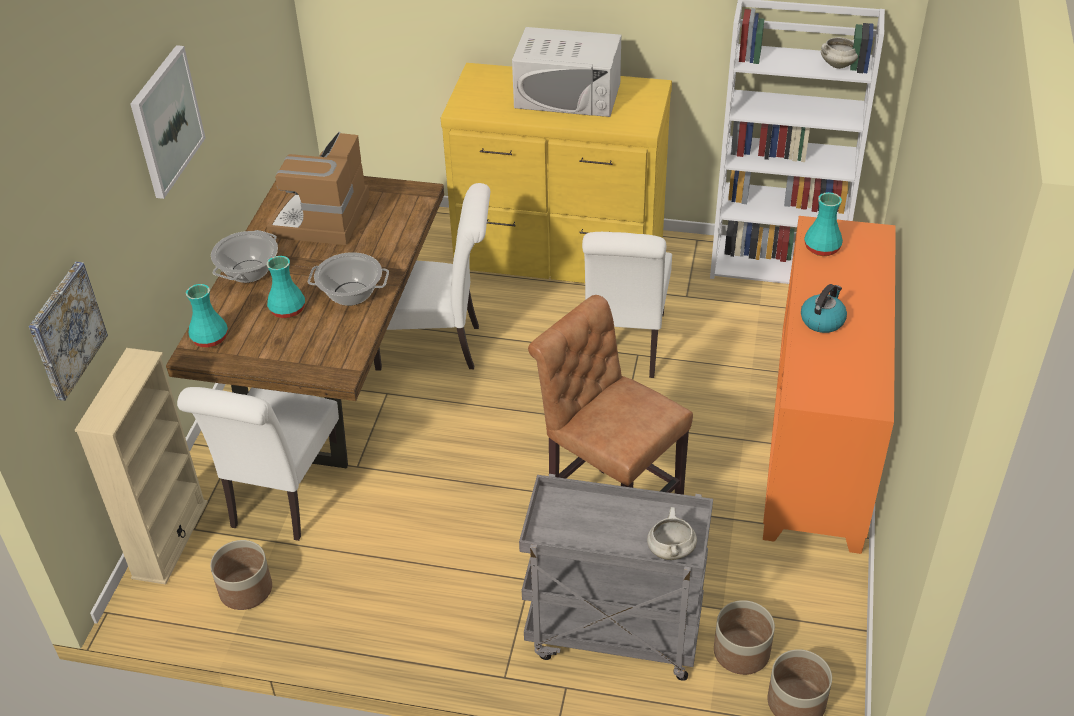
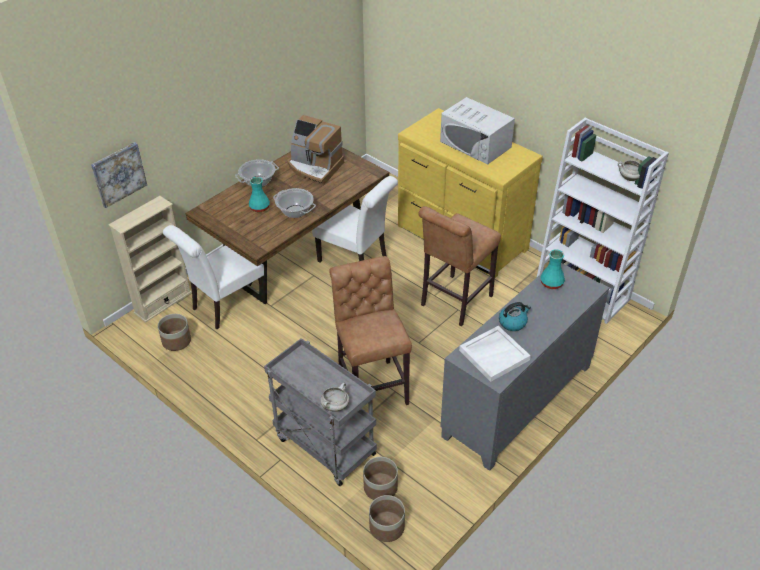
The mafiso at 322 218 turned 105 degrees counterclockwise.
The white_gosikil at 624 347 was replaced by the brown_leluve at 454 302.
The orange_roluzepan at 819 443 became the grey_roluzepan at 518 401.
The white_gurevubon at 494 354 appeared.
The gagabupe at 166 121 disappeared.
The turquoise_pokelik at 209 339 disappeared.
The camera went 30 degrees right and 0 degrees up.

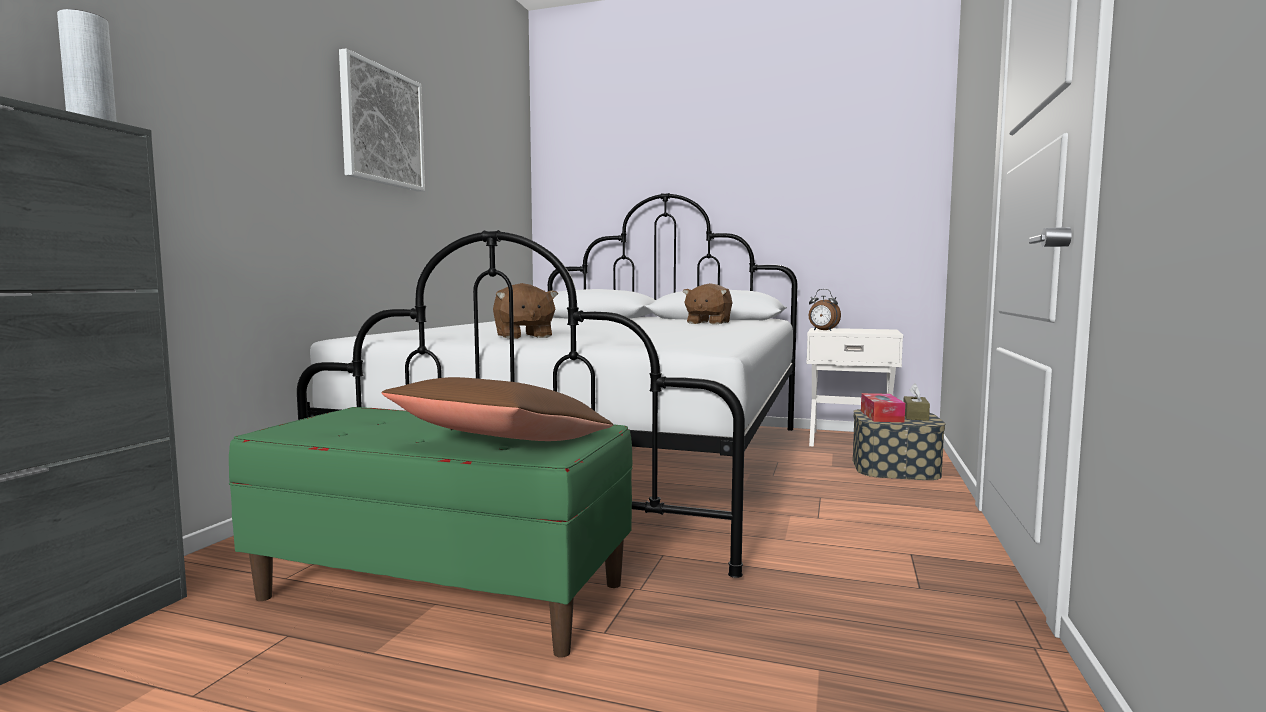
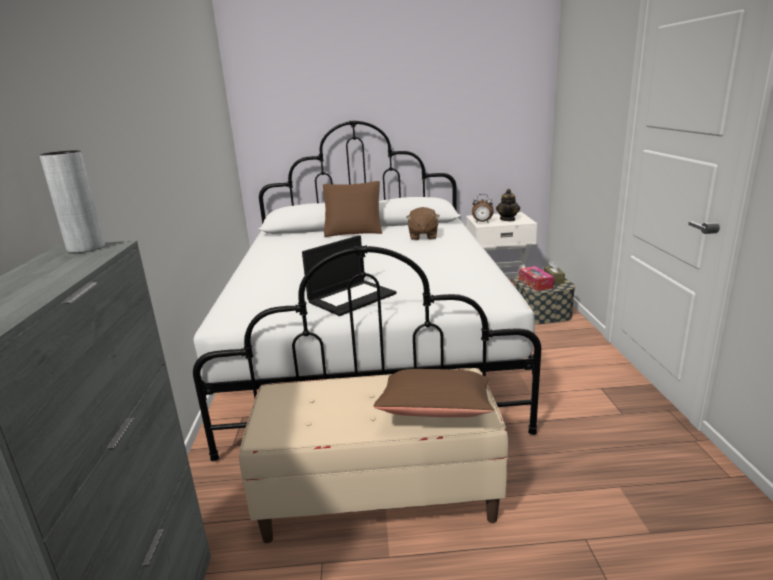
The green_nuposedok at 444 590 became the beige_nuposedok at 379 495.
The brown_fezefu at 523 336 was replaced by the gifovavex at 352 297.
The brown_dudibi at 354 231 appeared.
The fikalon at 507 219 appeared.
The gagabupe at 382 126 disappeared.
The camera went 20 degrees left and 15 degrees up.

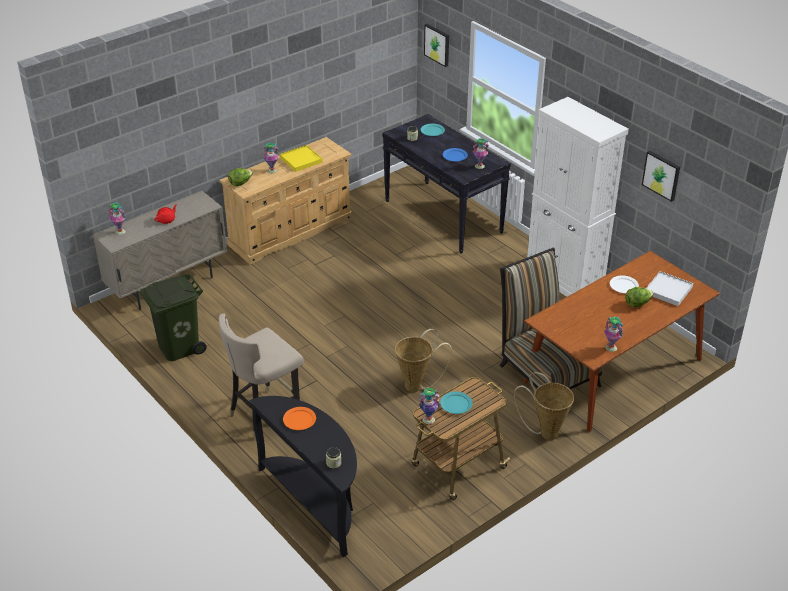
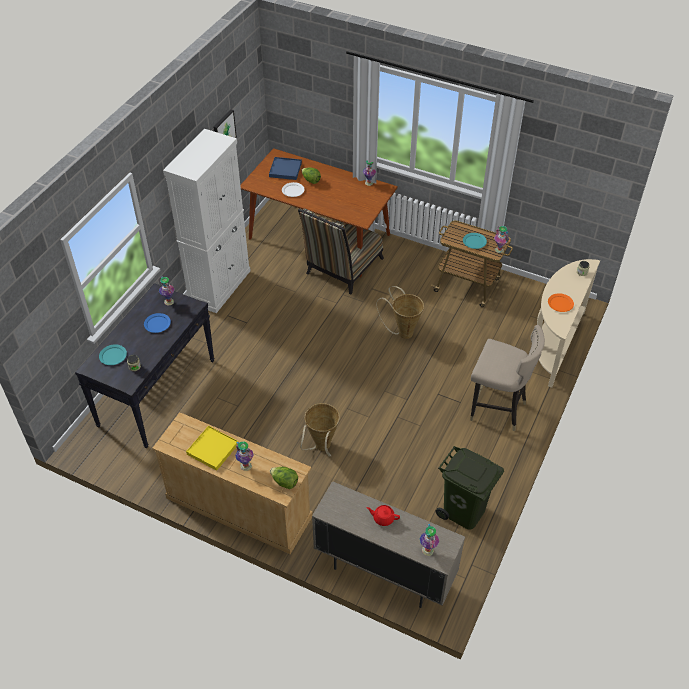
The white_gurevubon at 668 290 became the blue_gurevubon at 285 170.
The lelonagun moved from 545 432 to 321 448.
The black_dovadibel at 315 502 became the beige_dovadibel at 554 344.
The gagabupe at 437 44 disappeared.
The camera went 115 degrees left and 10 degrees up.

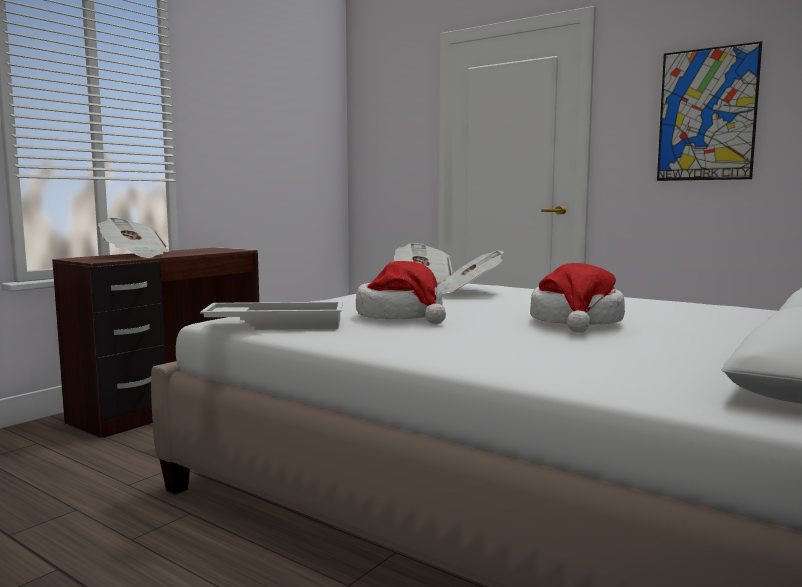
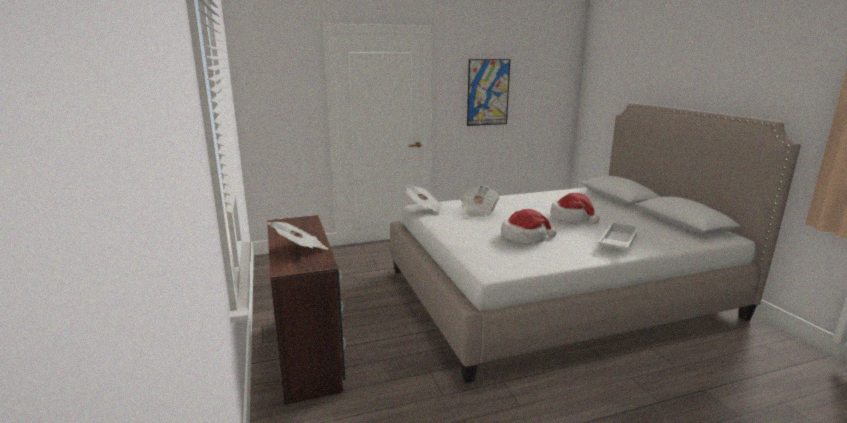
The white_gurevubon moved from 277 324 to 617 242.
The camera went 55 degrees left and 10 degrees up.

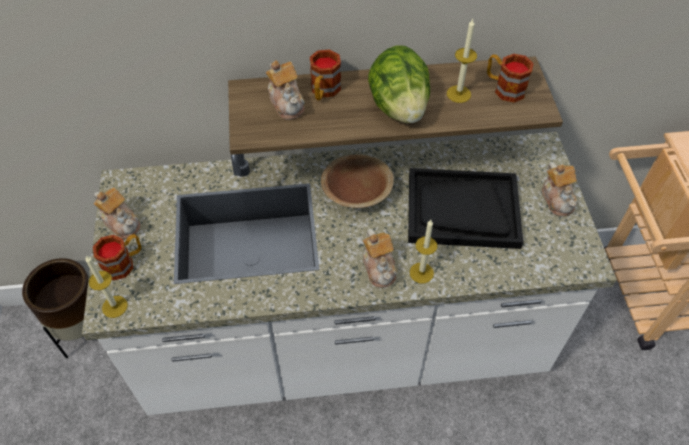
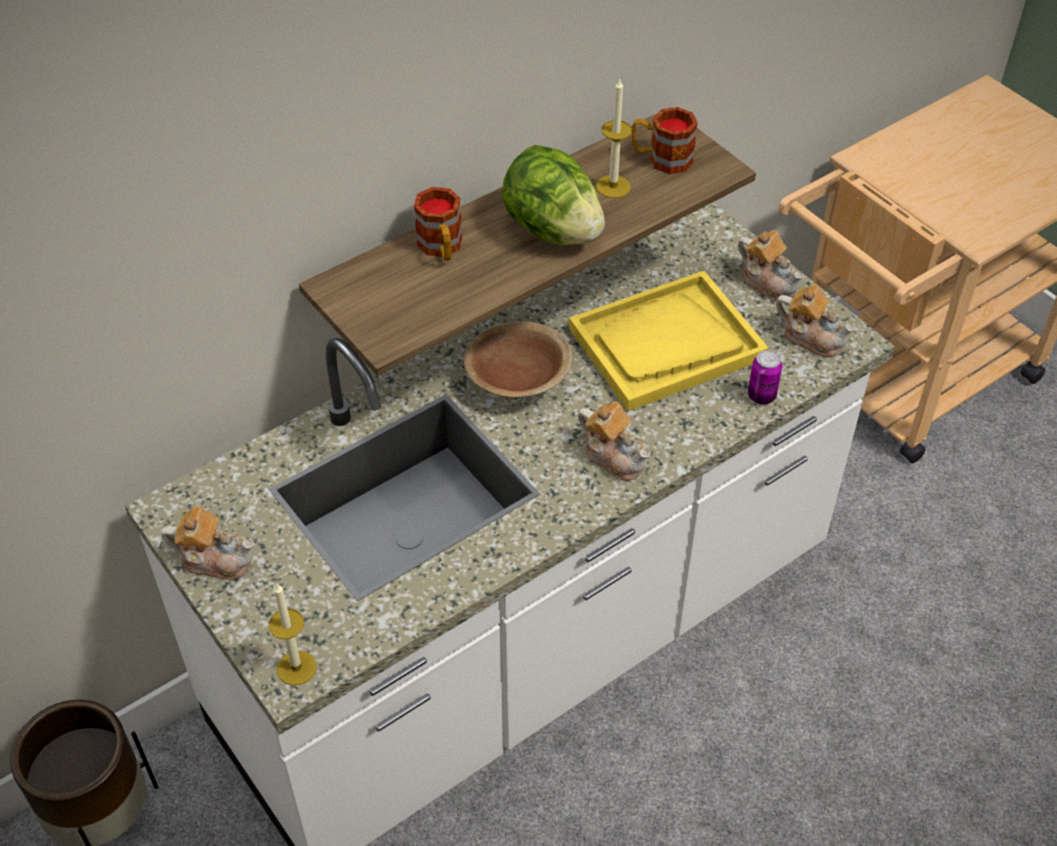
The black_gurevubon at 462 210 became the yellow_gurevubon at 666 344.
The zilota at 761 396 appeared.
The fikalon moved from 287 102 to 812 337.
The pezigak at 124 263 disappeared.
The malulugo at 421 273 disappeared.
The camera went 30 degrees left and 5 degrees down.

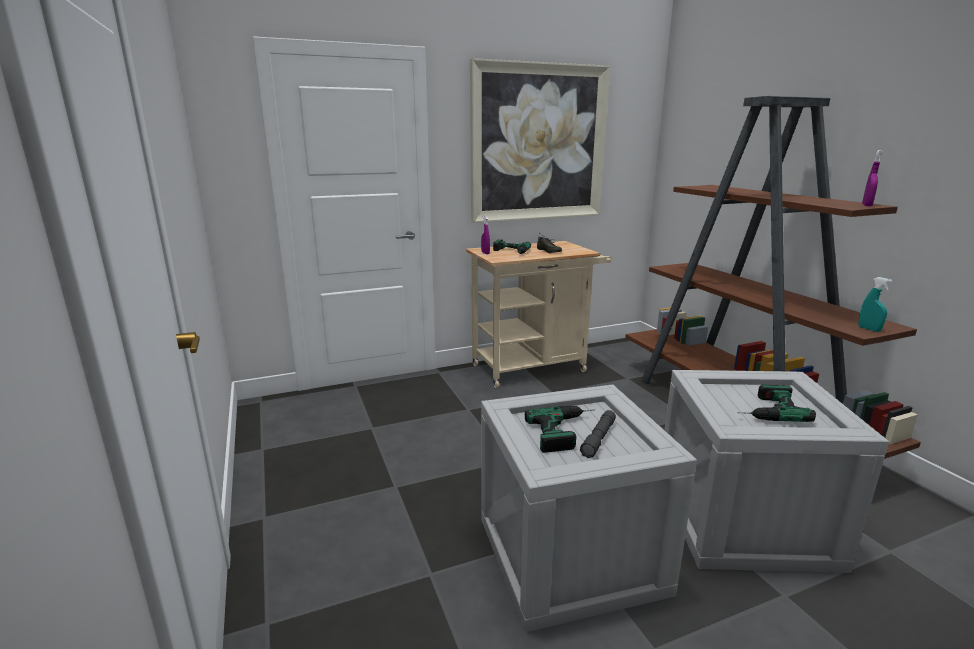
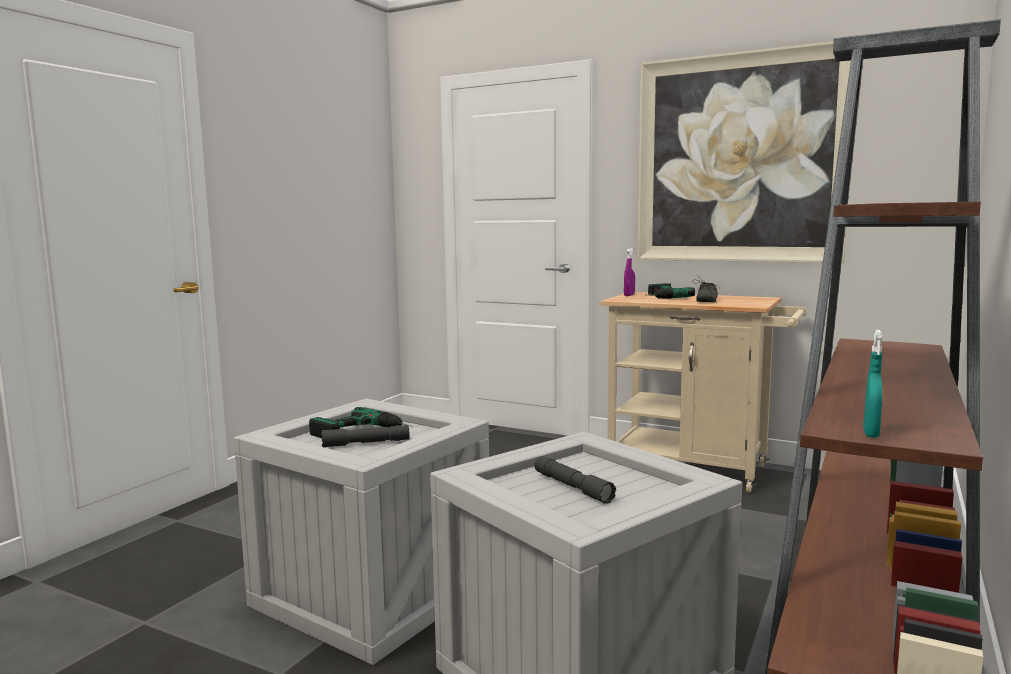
The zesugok at 765 409 was replaced by the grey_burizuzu at 572 487.
The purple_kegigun at 867 205 disappeared.
The camera went 50 degrees right and 10 degrees down.

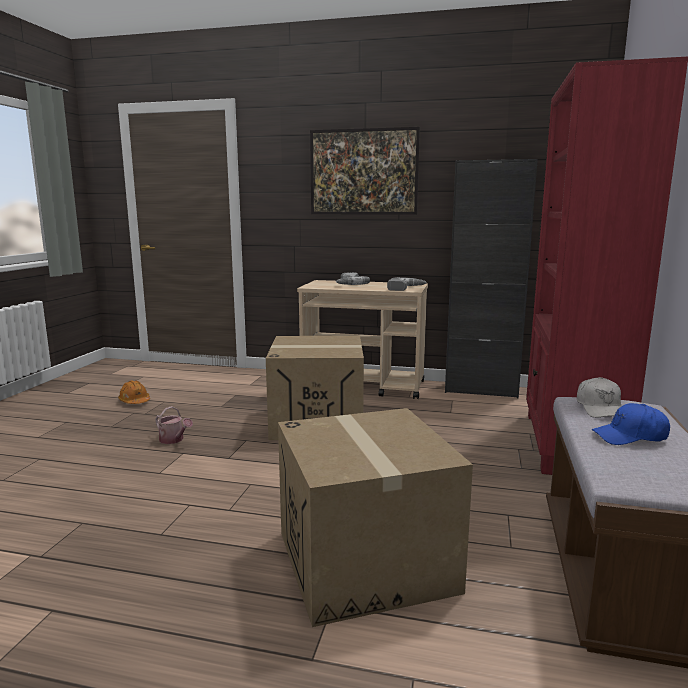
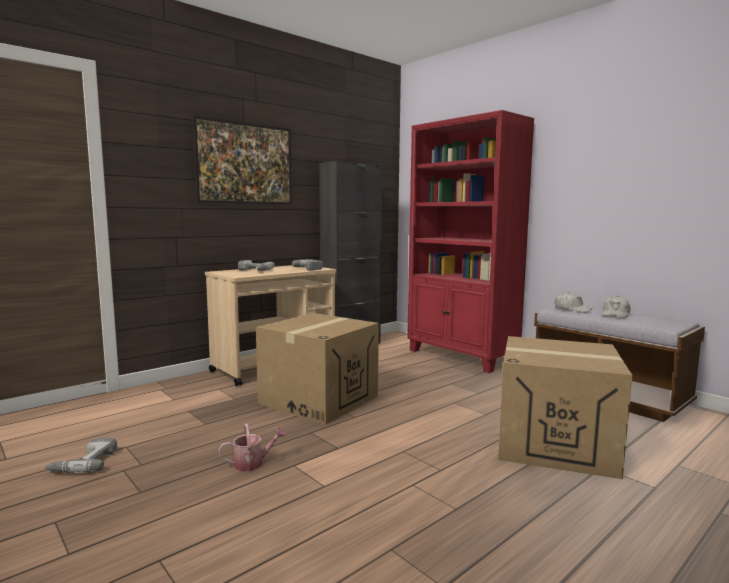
The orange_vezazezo at 134 401 was replaced by the zesugok at 84 463.
The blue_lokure at 630 437 became the white_lokure at 615 314.
The camera went 55 degrees left and 5 degrees down.

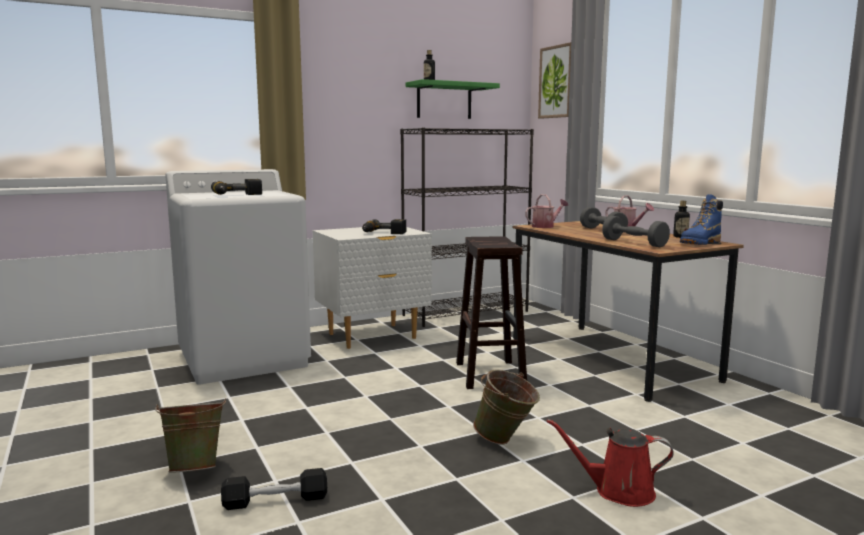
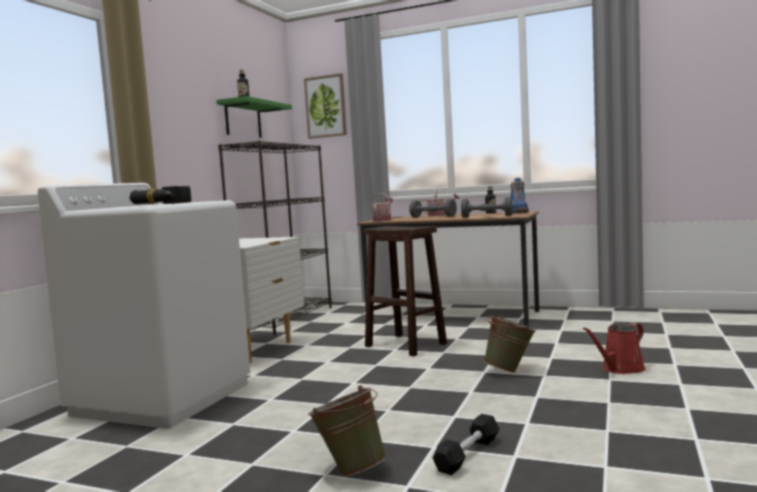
The zesugok at 383 233 disappeared.
The camera went 40 degrees left and 5 degrees down.

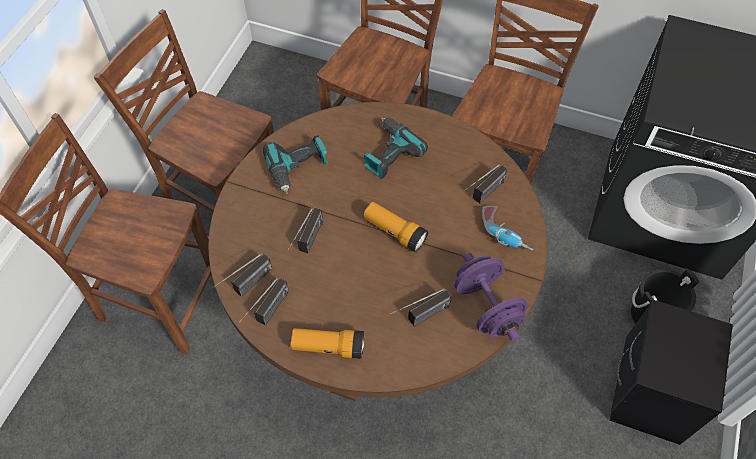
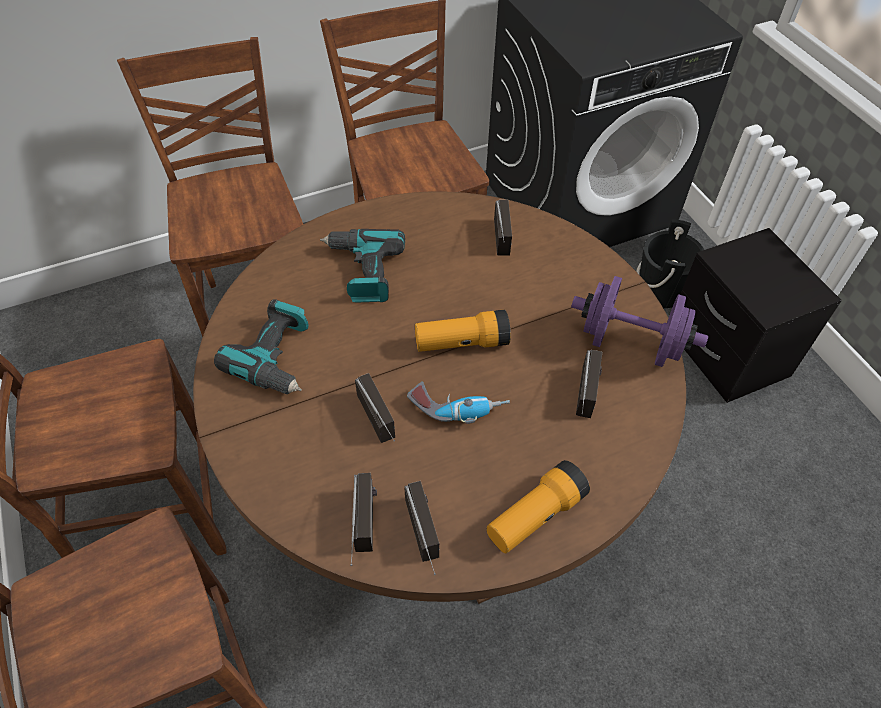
The zesugok moved from 505 233 to 458 407.
The camera went 45 degrees left and 5 degrees down.

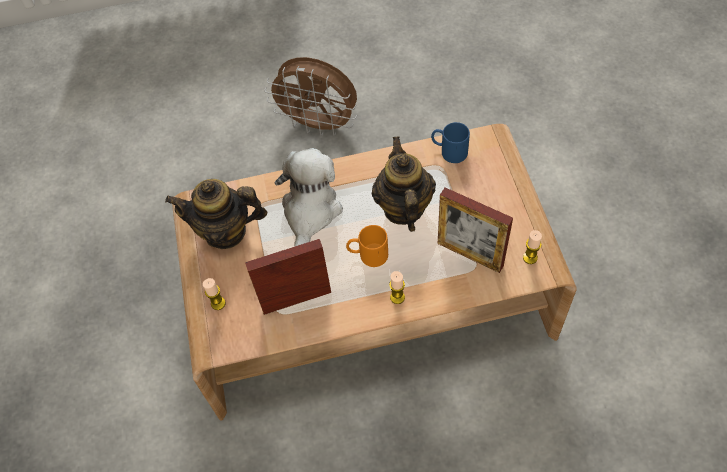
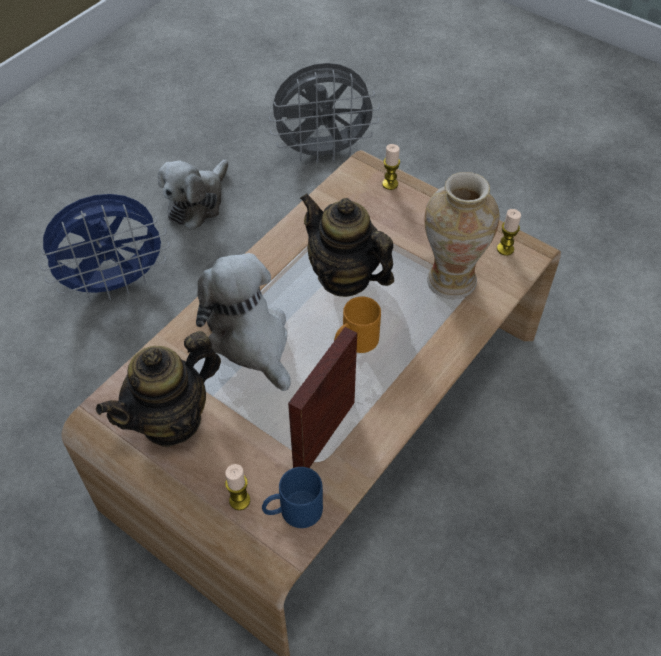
The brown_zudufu at 319 124 became the blue_zudufu at 115 284.
The fezefu at 197 202 appeared.
The blue_pezigak moved from 448 151 to 293 512.
The grey_zudufu at 323 152 appeared.
The malulugo moved from 397 297 to 390 184.
The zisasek at 470 254 was replaced by the pokelik at 451 279.
The camera went 45 degrees left and 5 degrees down.

